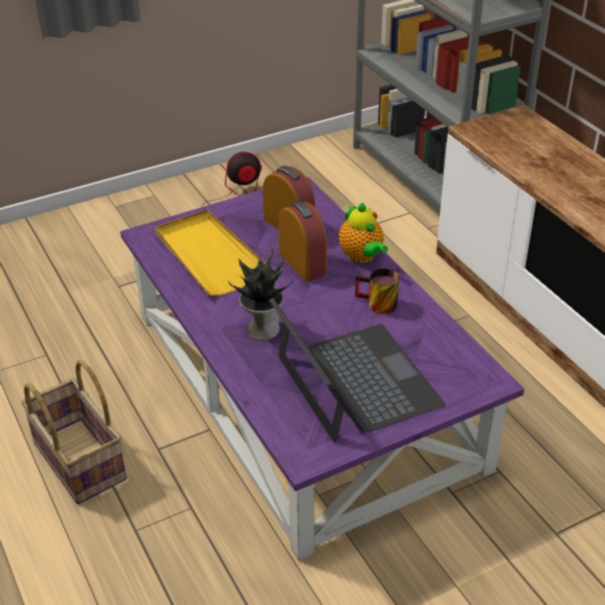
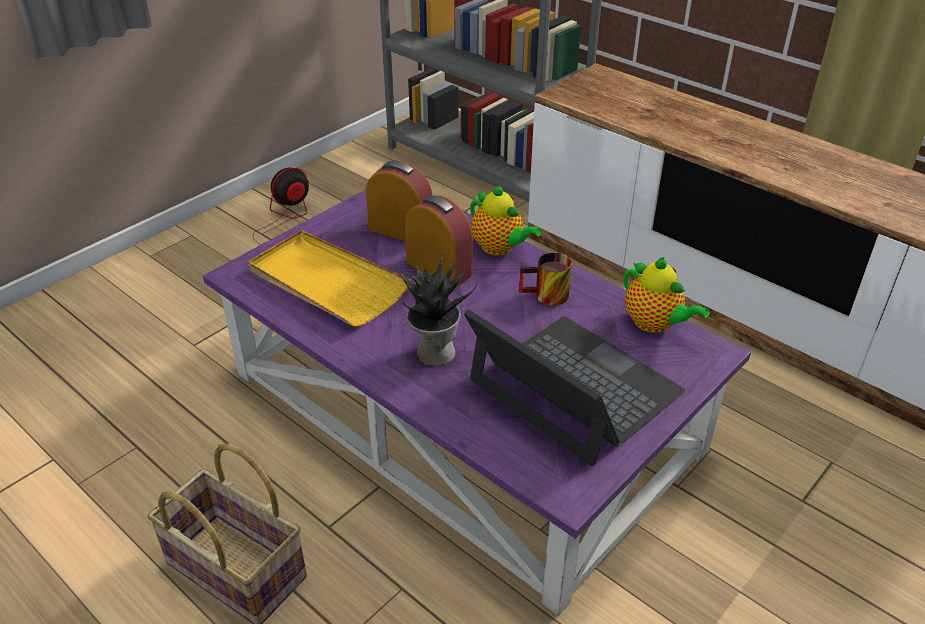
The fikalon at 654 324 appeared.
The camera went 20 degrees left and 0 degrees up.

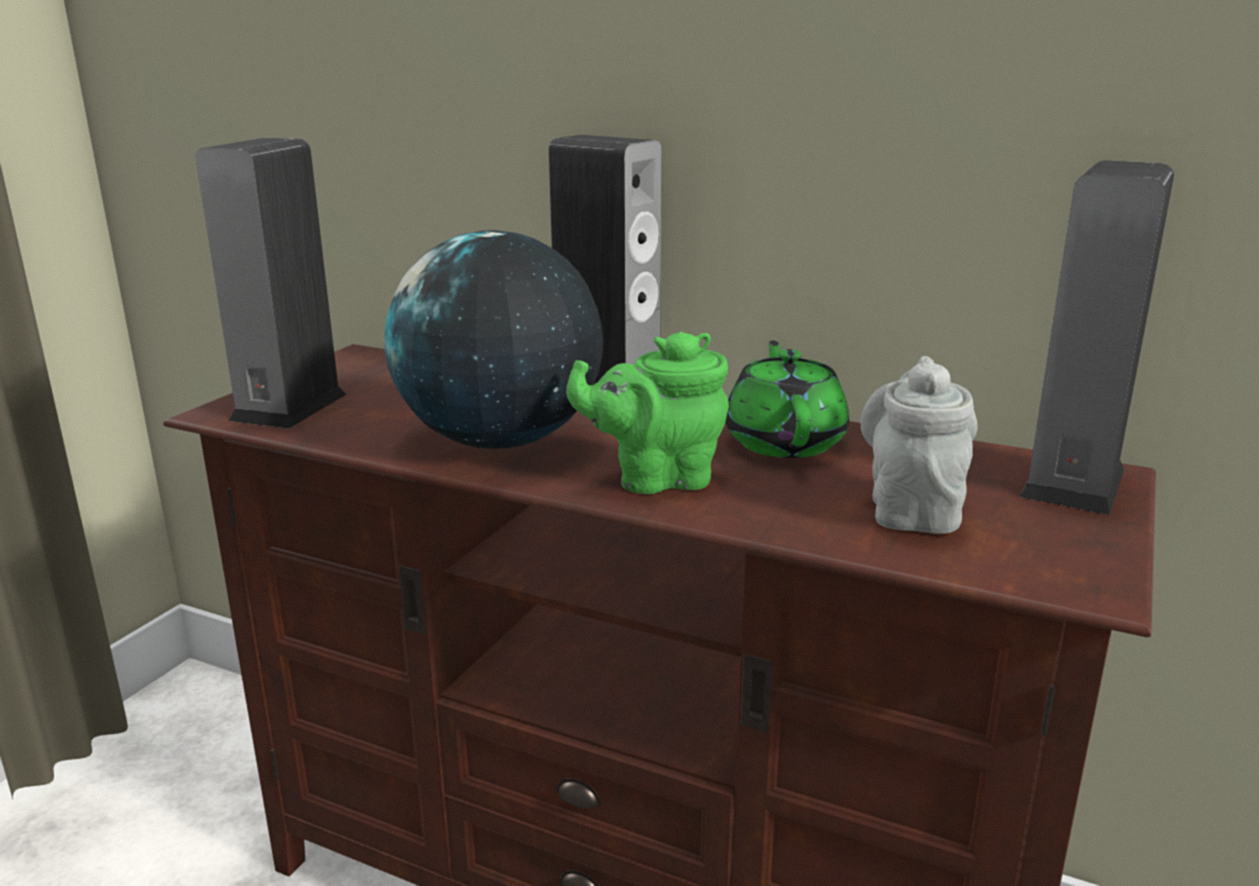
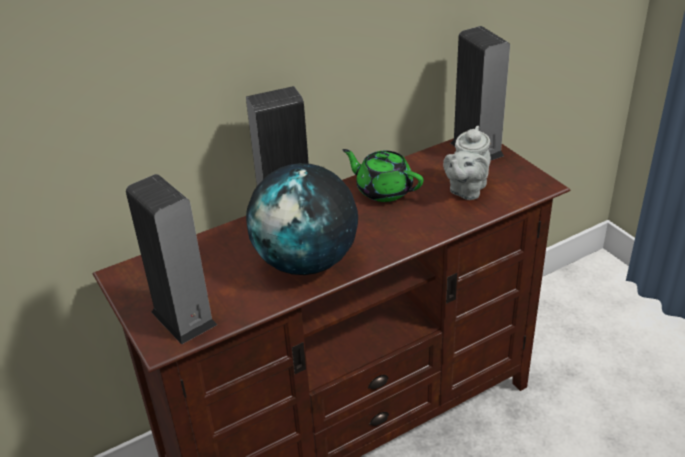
The grey_fikalon at 912 508 turned 105 degrees counterclockwise.
The green_fikalon at 656 478 disappeared.
The camera went 55 degrees left and 15 degrees up.

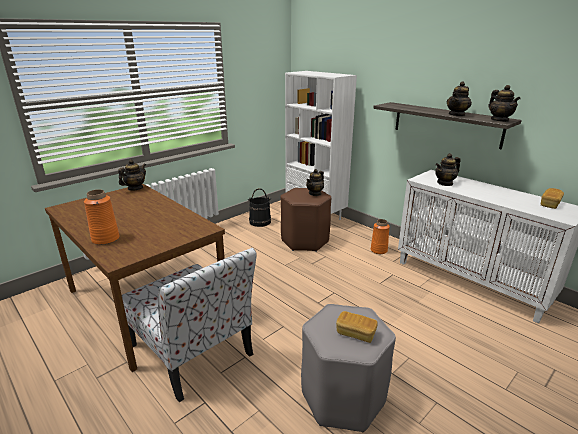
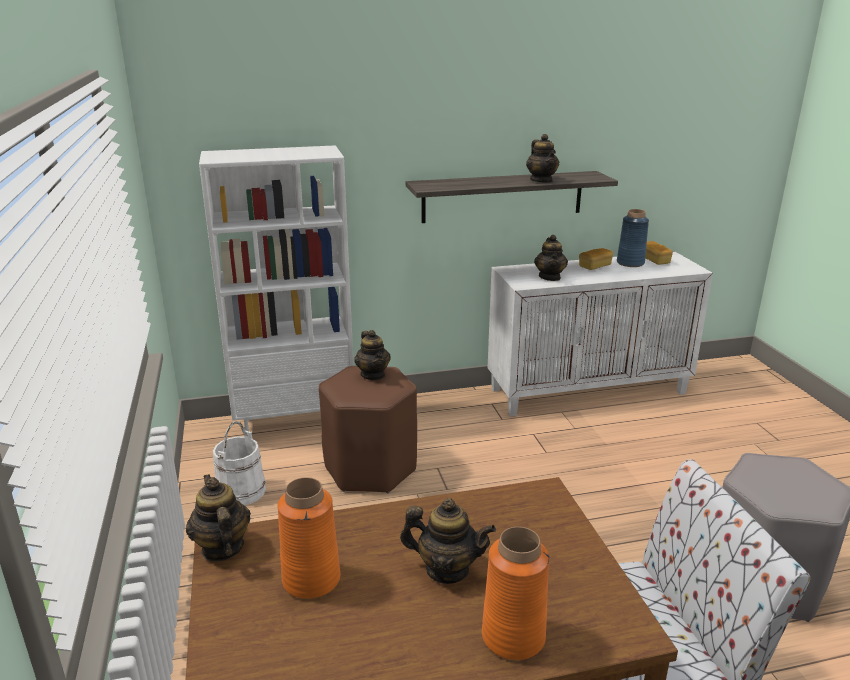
The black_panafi at 260 221 became the white_panafi at 241 491.
The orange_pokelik moved from 379 250 to 311 579.
The fikalon moved from 500 120 to 447 569.
The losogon moved from 355 333 to 595 266.
The blue_pokelik at 630 263 appeared.
The camera went 60 degrees left and 0 degrees up.

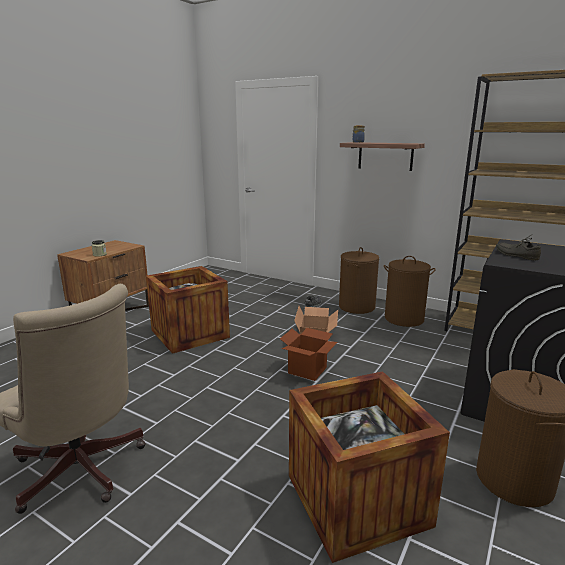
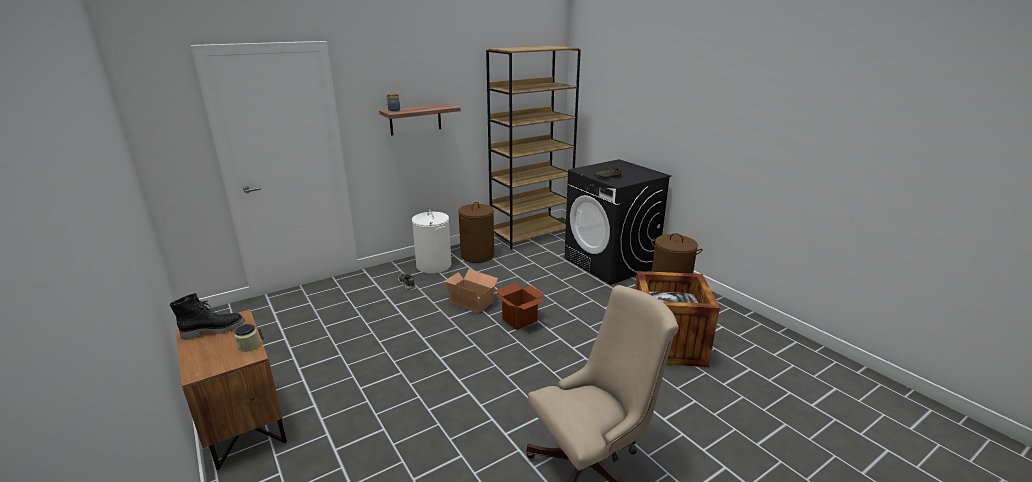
The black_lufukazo at 213 330 appeared.
The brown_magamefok at 356 307 became the white_magamefok at 434 265.
The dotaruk at 190 334 disappeared.
The camera went 65 degrees left and 5 degrees up.

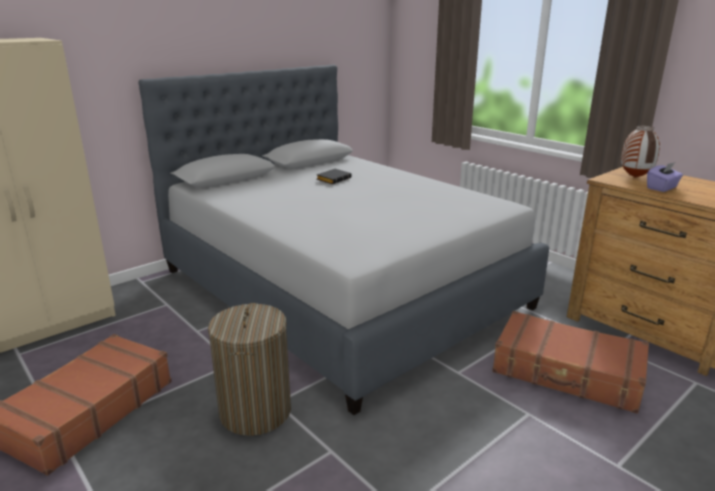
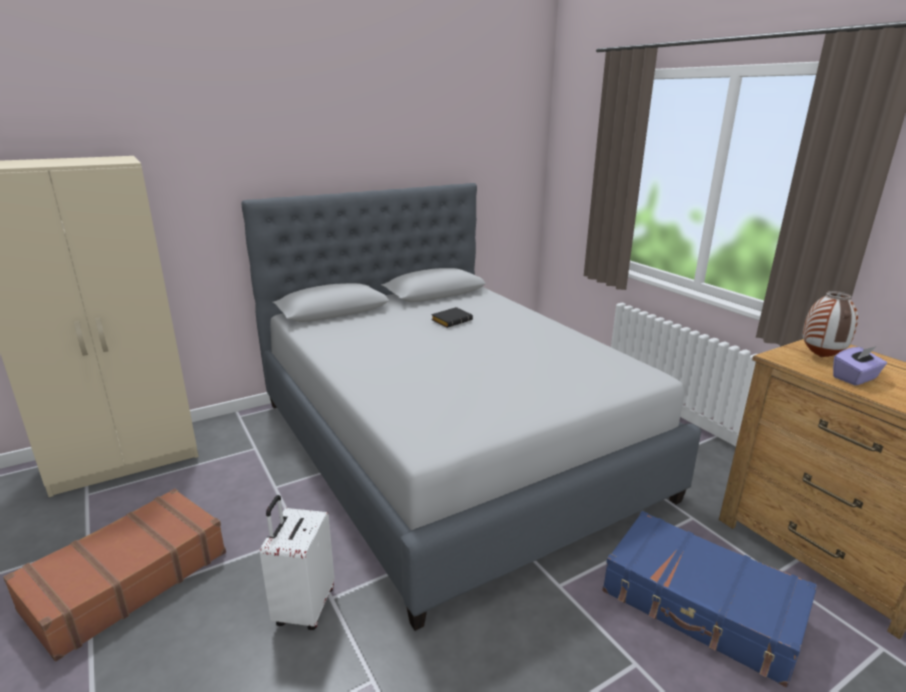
The magamefok at 255 411 was replaced by the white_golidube at 303 607.
The brown_golidube at 567 373 became the blue_golidube at 701 607.
The camera went 10 degrees right and 0 degrees up.

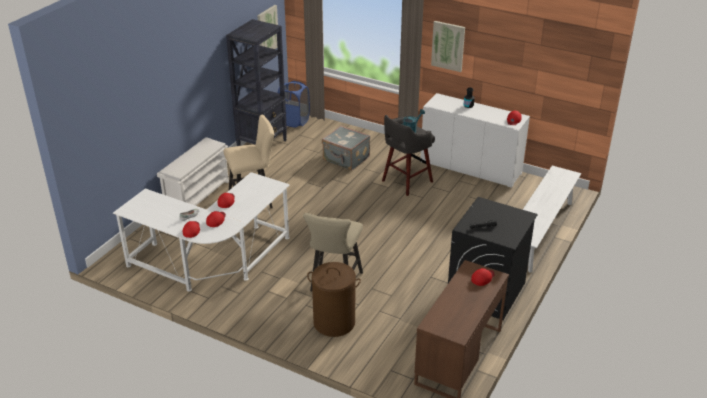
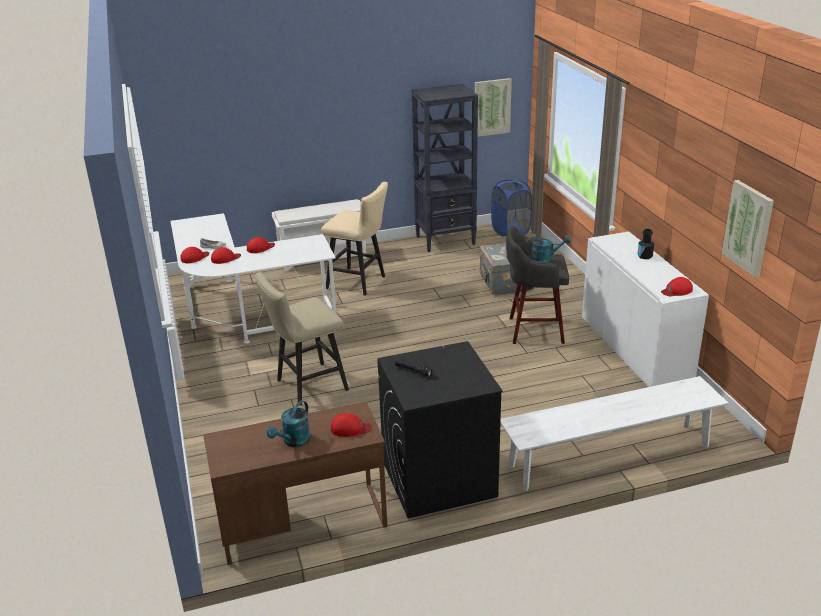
The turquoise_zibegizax at 293 442 appeared.
The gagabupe moved from 448 46 to 748 228.
The brown_magamefok at 334 322 disappeared.
The camera went 45 degrees right and 5 degrees down.

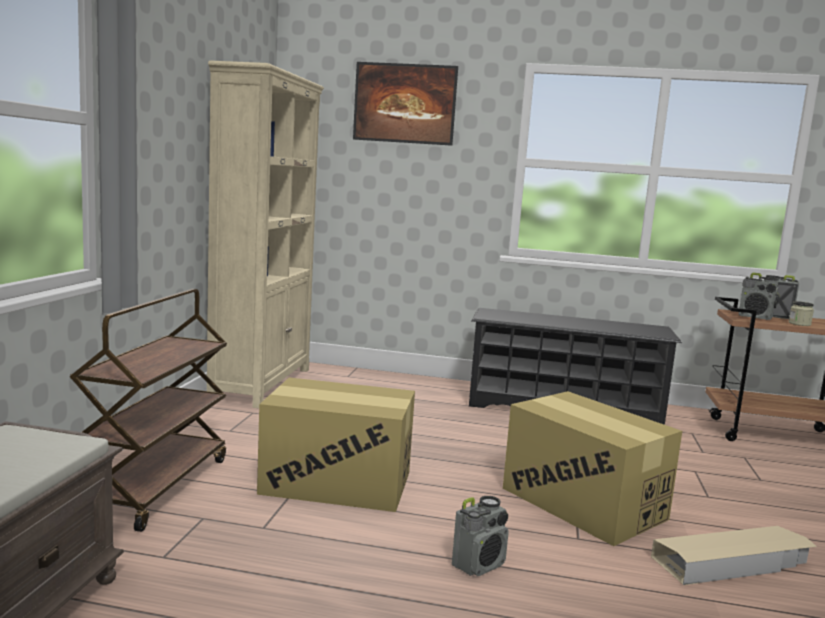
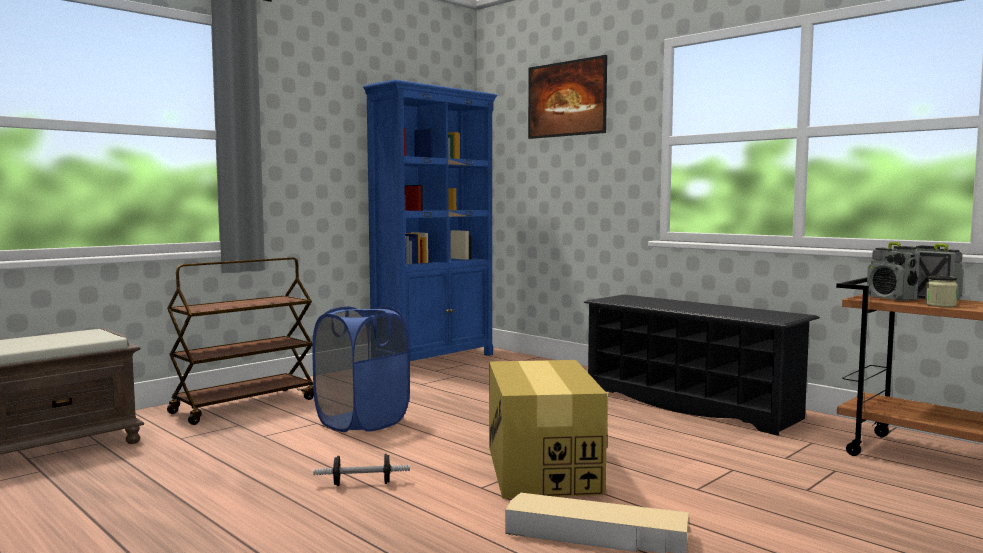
The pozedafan at 336 483 was replaced by the blue_magamefok at 362 422.
The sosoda at 479 564 was replaced by the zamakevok at 362 483.
The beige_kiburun at 262 384 became the blue_kiburun at 435 360.
The camera went 35 degrees right and 5 degrees down.

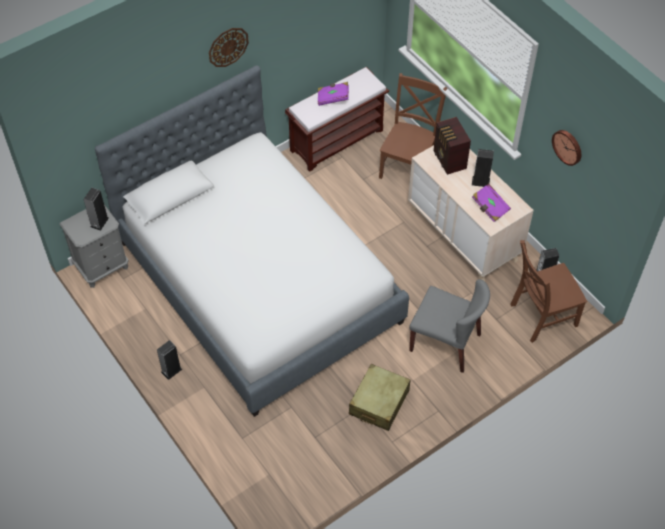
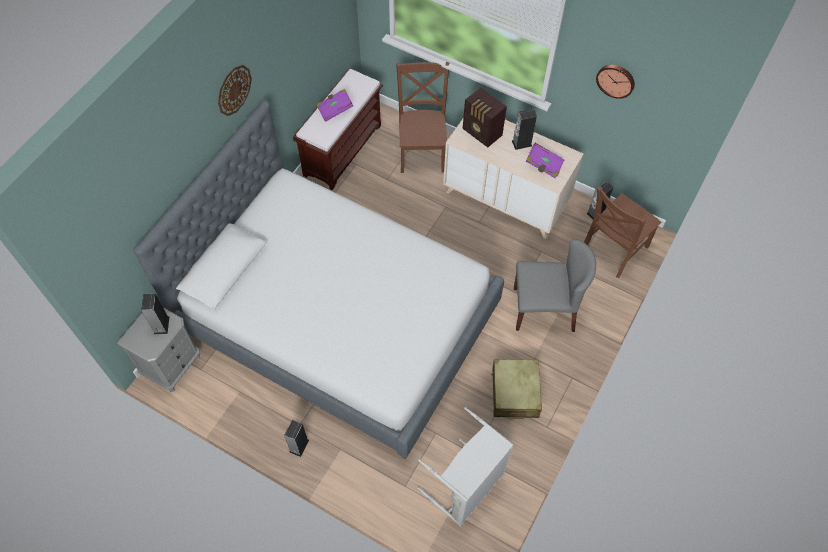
The grey_magamefok at 467 487 appeared.
The camera went 25 degrees left and 5 degrees up.

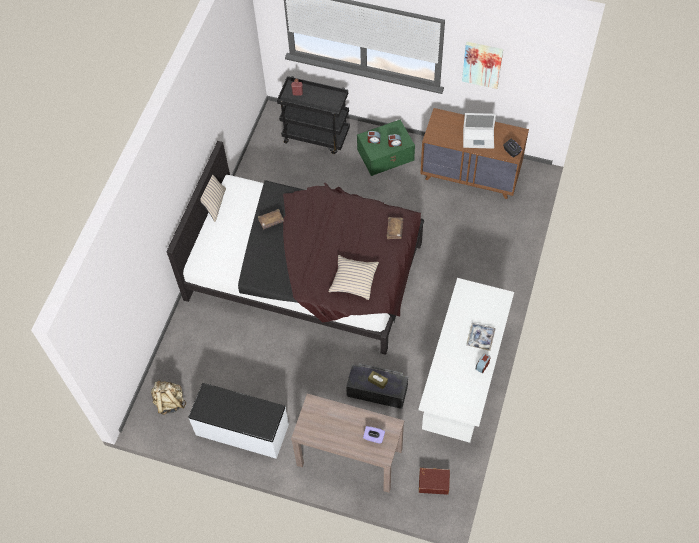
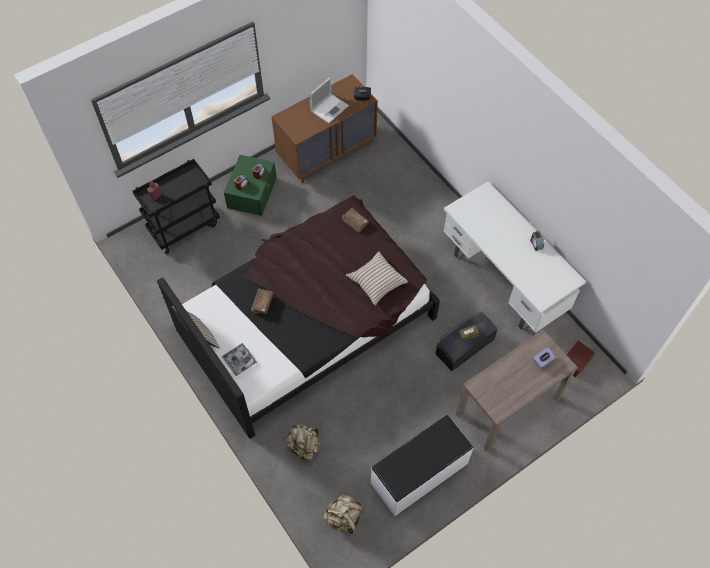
The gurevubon moved from 480 338 to 239 361.
The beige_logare at 304 446 appeared.
The gagabupe at 482 64 disappeared.
The camera went 55 degrees left and 0 degrees up.

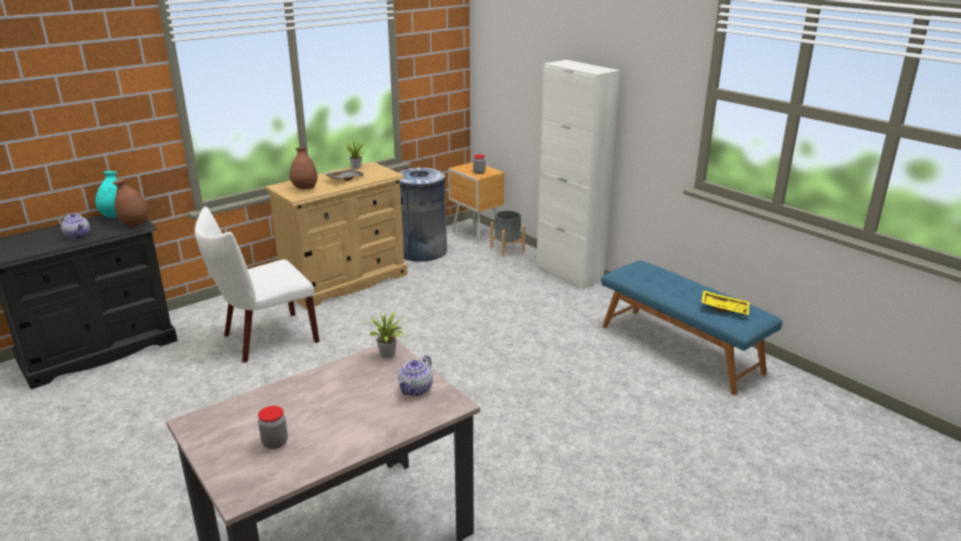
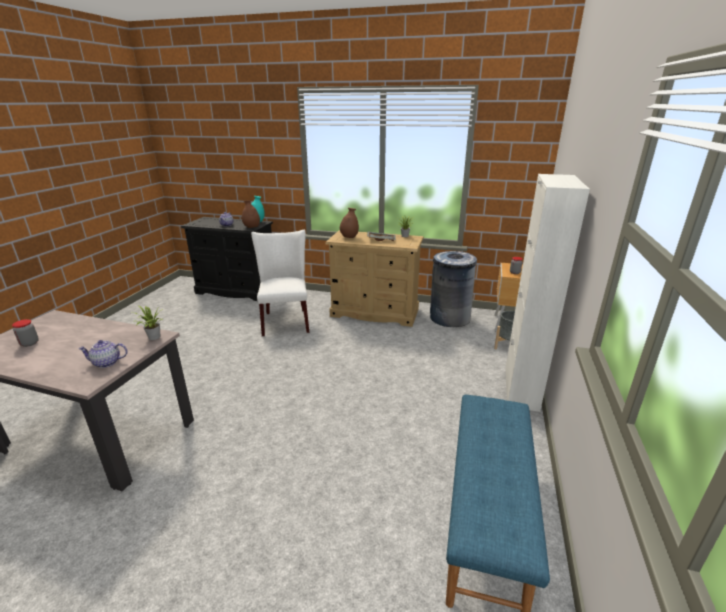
The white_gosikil at 264 339 turned 60 degrees clockwise.
The yellow_gurevubon at 724 308 disappeared.
The camera went 55 degrees right and 0 degrees up.

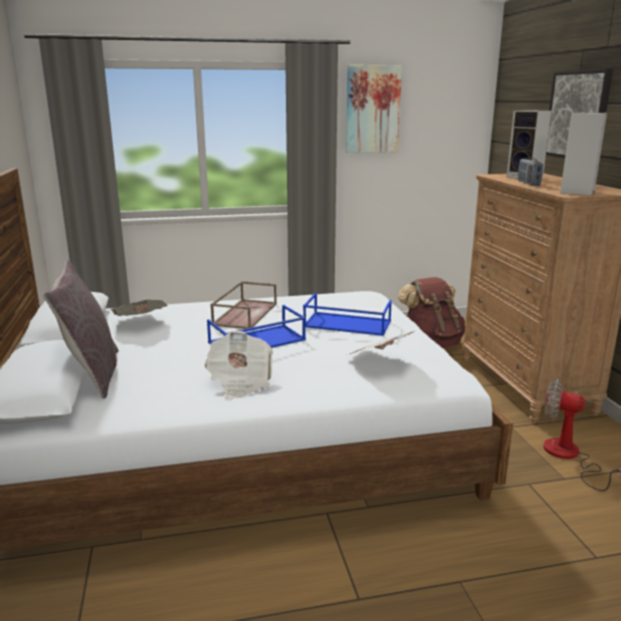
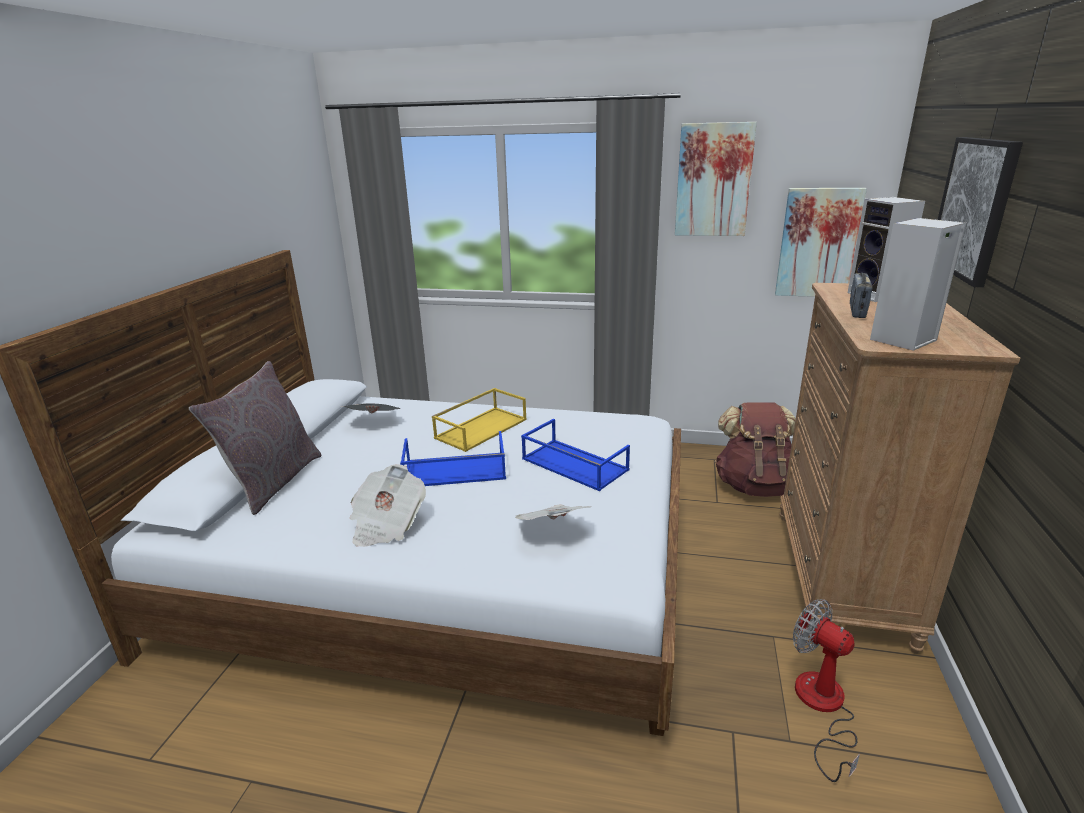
The brown_gurevubon at 245 313 became the yellow_gurevubon at 481 428.
The gagabupe at 818 243 appeared.
The camera went 25 degrees right and 5 degrees up.

